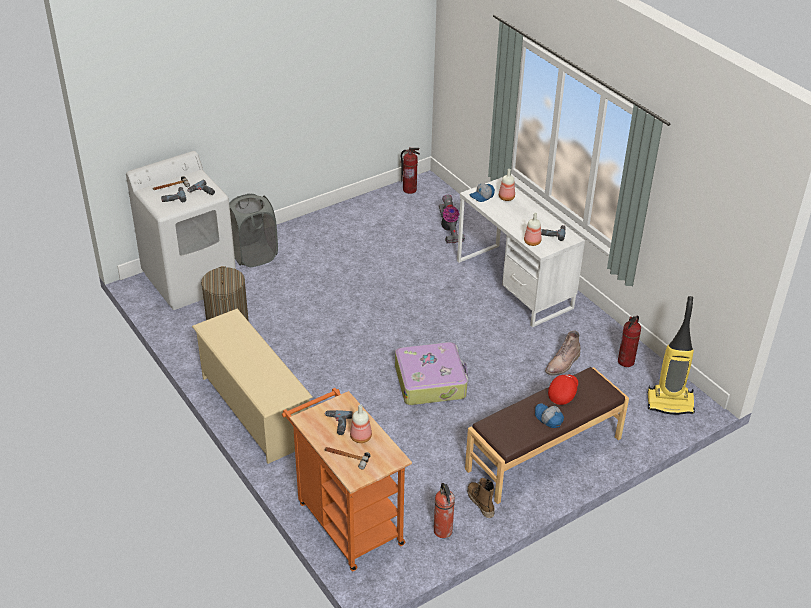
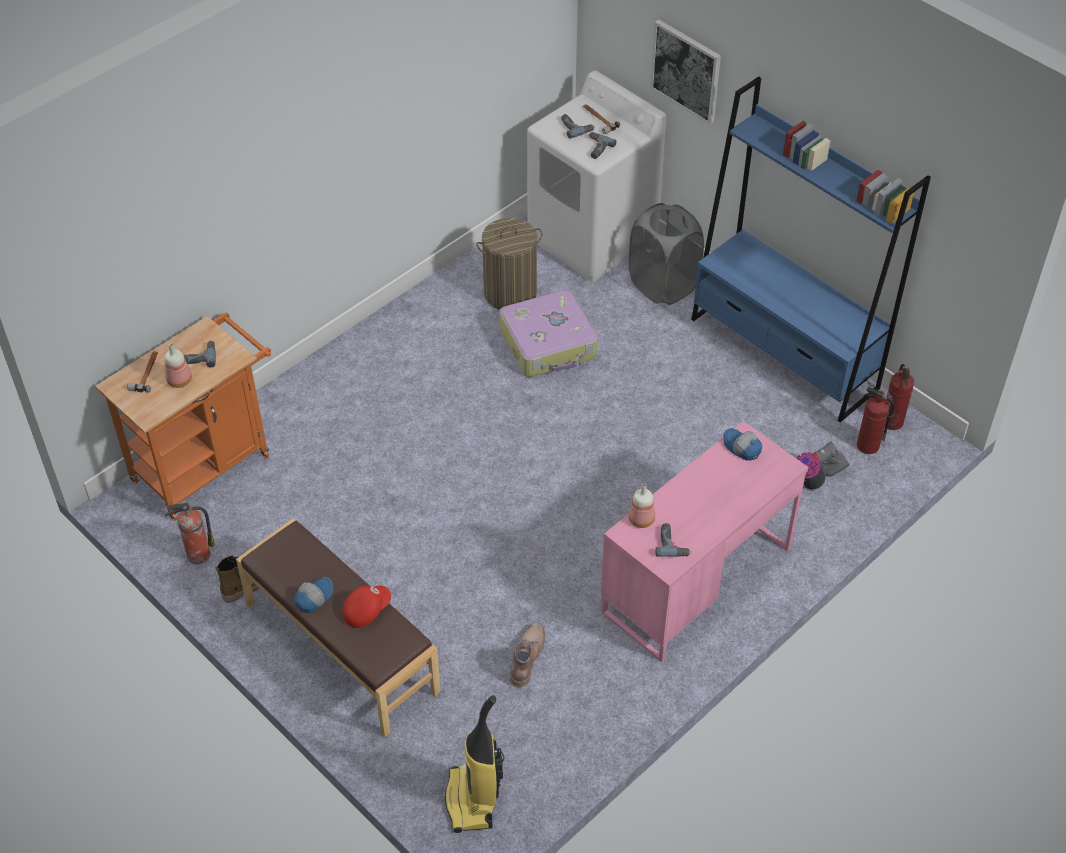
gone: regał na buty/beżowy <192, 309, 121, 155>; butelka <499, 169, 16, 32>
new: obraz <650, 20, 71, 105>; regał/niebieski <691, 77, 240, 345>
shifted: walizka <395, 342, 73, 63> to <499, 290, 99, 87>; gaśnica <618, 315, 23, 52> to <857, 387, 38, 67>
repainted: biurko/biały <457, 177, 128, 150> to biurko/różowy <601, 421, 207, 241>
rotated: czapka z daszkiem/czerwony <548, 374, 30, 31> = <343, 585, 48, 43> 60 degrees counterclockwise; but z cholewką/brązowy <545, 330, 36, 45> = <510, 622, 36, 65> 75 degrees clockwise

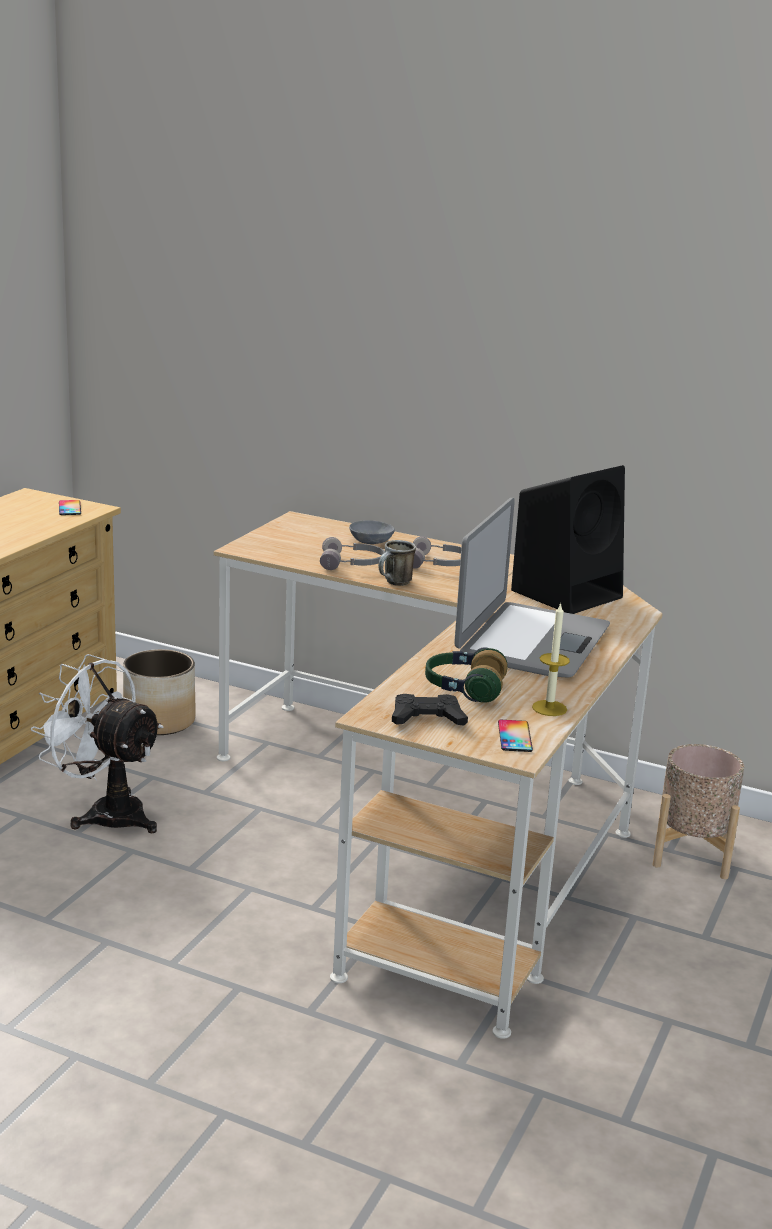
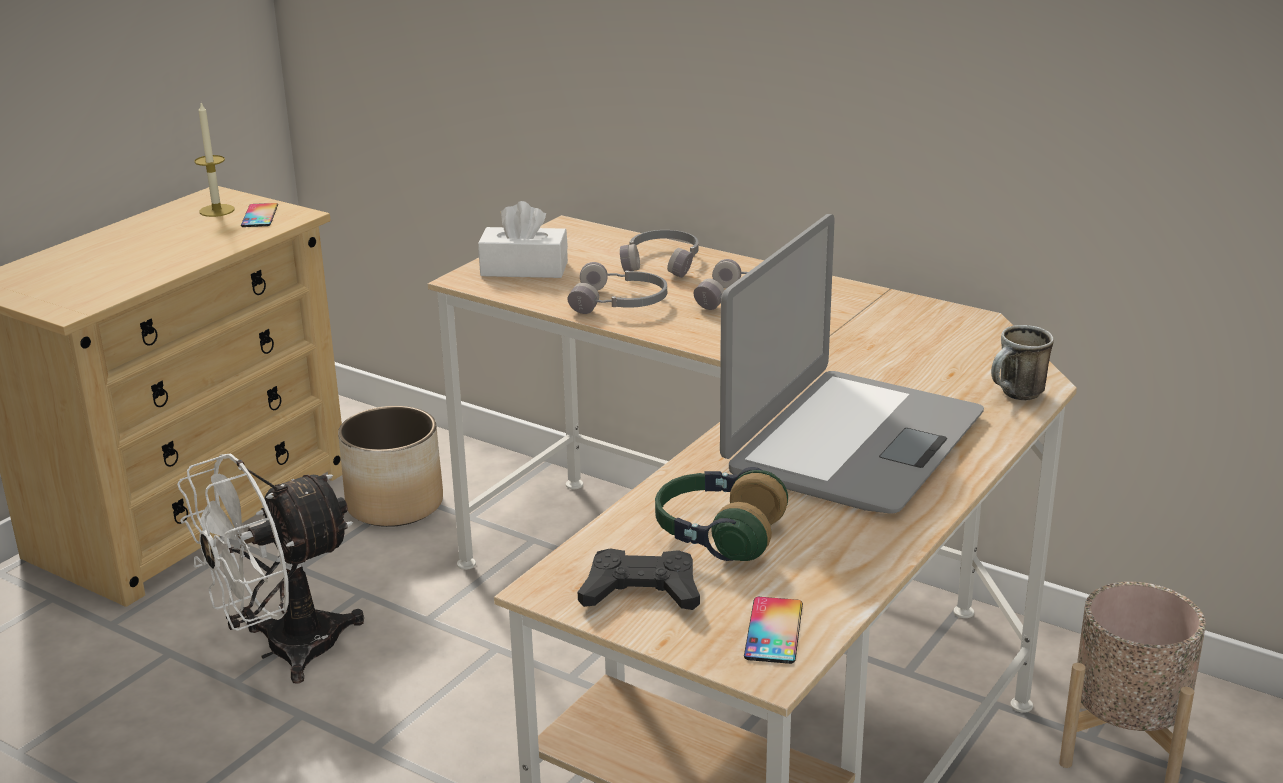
gone: głośnik/czarny <511, 465, 114, 149>
new: pudełko chusteczek/biały <478, 201, 90, 77>
shifted: świeca <532, 602, 38, 114> to <195, 103, 40, 114>; kubek <378, 540, 38, 46> to <991, 325, 63, 75>
swapped: miska/szary <349, 520, 46, 24> to słuchawki/szary <620, 230, 79, 48>
rotated: wentylator/biały <31, 654, 133, 180> = <177, 454, 187, 230> 75 degrees counterclockwise

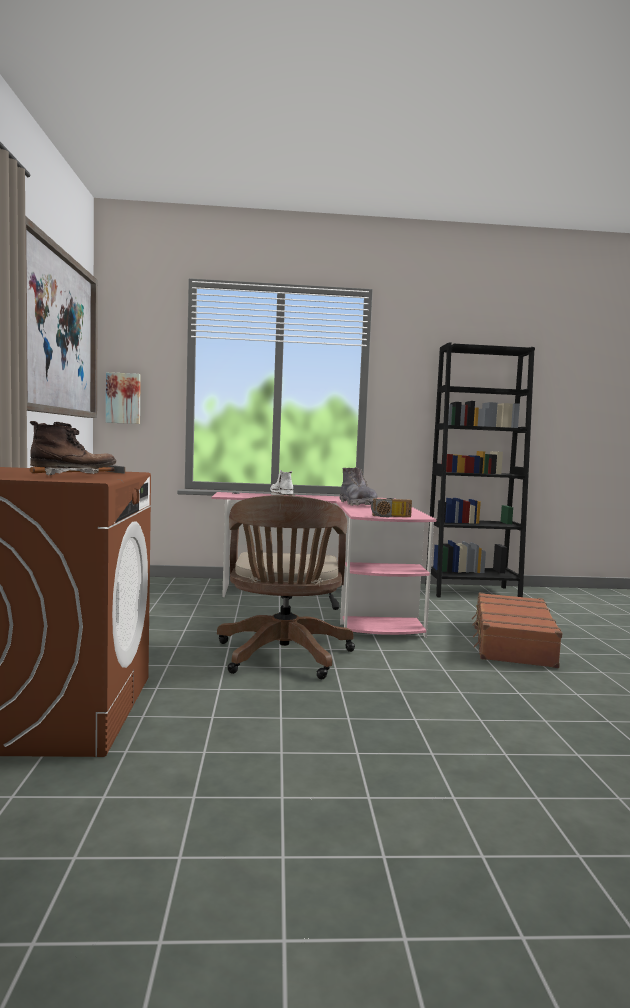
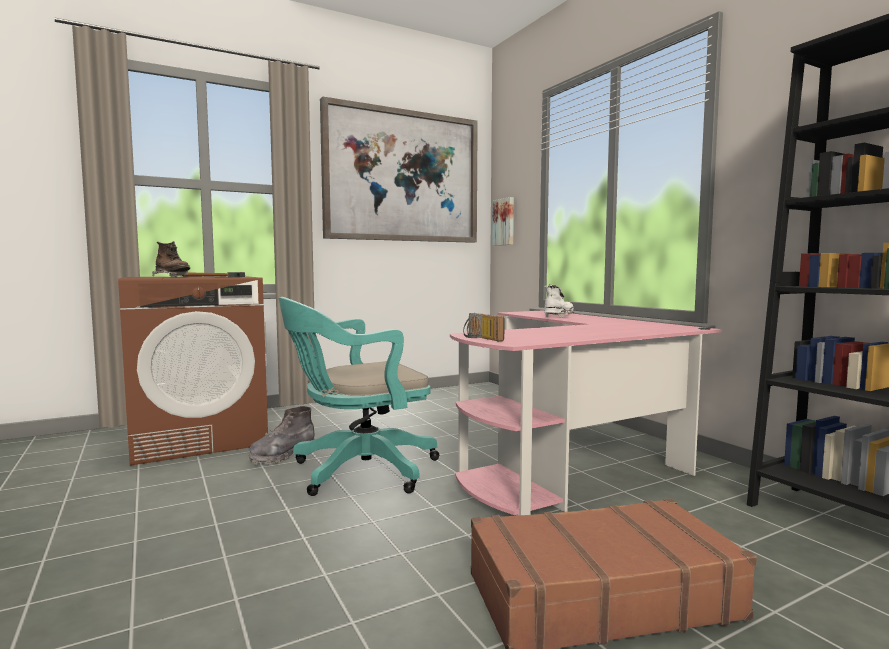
shifted: but z cholewką/szary <340, 467, 38, 39> to <248, 406, 67, 58>
repainted: krzesło biurowe/brązowy <217, 495, 138, 184> to krzesło biurowe/turkusowy <278, 297, 161, 199>

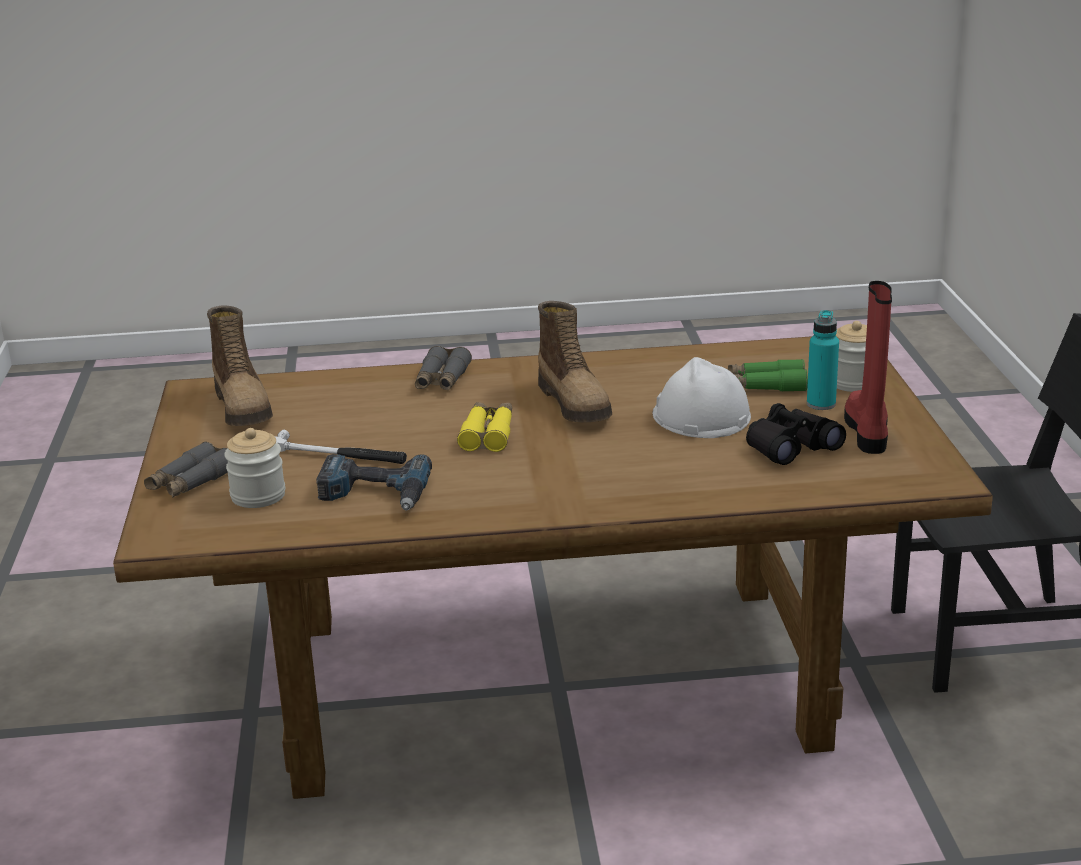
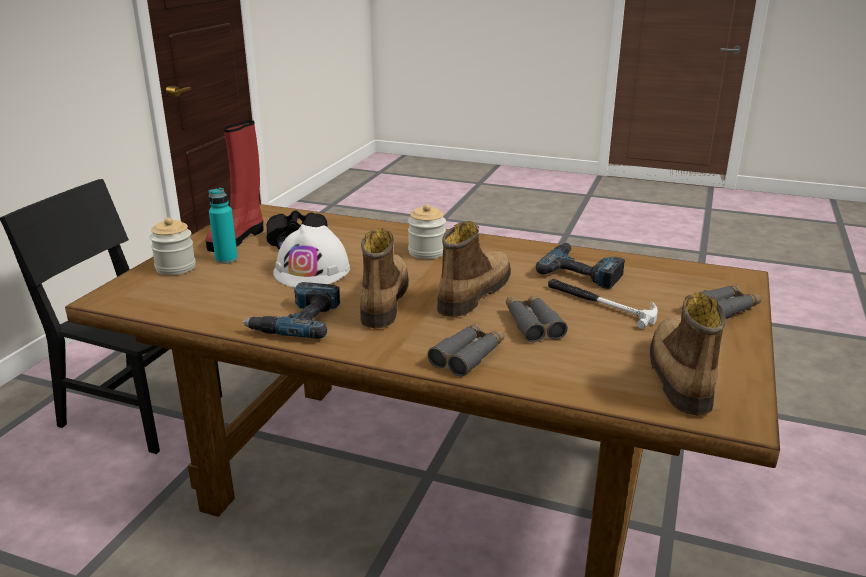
gone: lornetka/zielony <728, 359, 80, 33>
new: wiertarka <242, 282, 98, 57>; lornetka/szary <506, 294, 62, 49>
shifted: słoik <224, 428, 61, 80> to <408, 204, 38, 55>
swapped: lornetka/żółty <457, 402, 55, 50> to but z cholewką <437, 221, 74, 96>

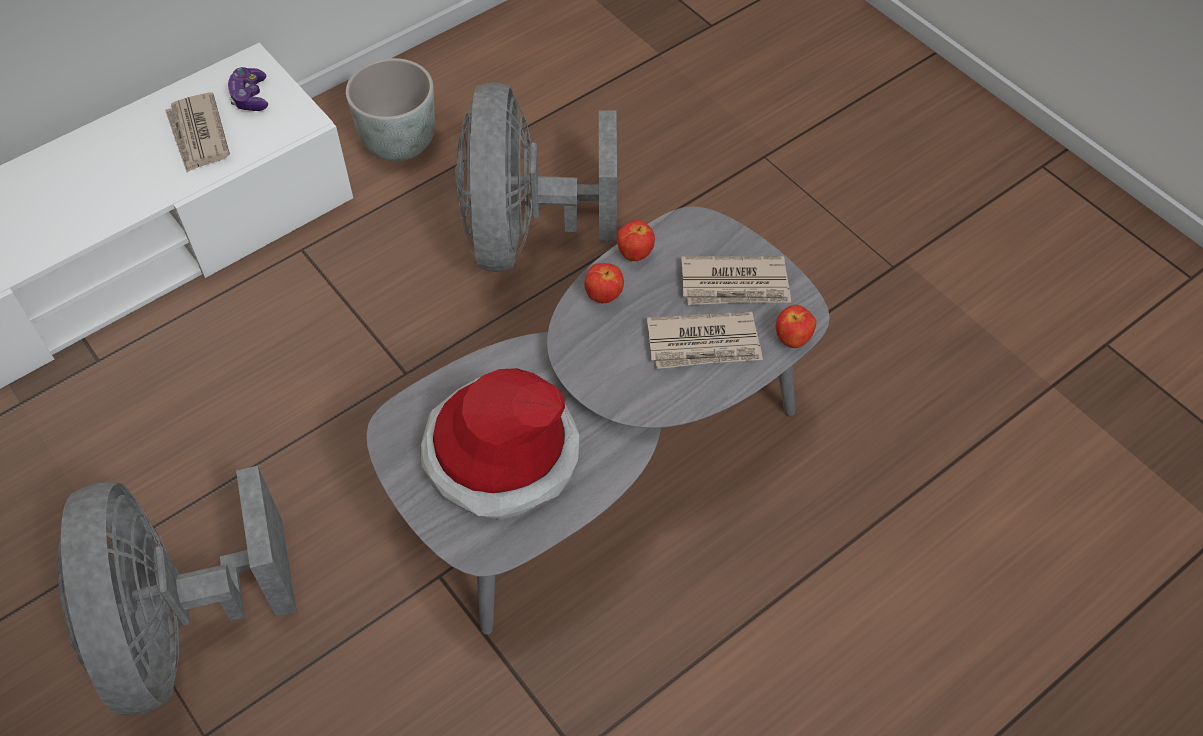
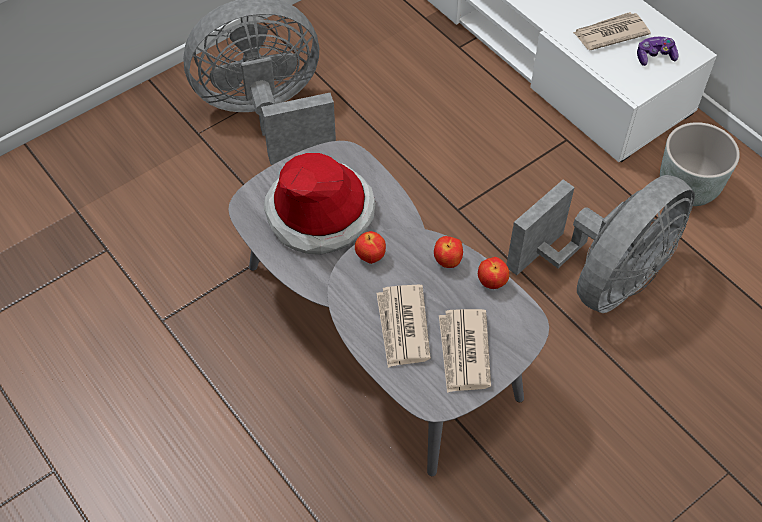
shifted: jabłko <776, 305, 40, 43> to <355, 231, 31, 33>
rotated: wentylator/szary <455, 83, 162, 189> = <506, 175, 189, 138> 135 degrees clockwise

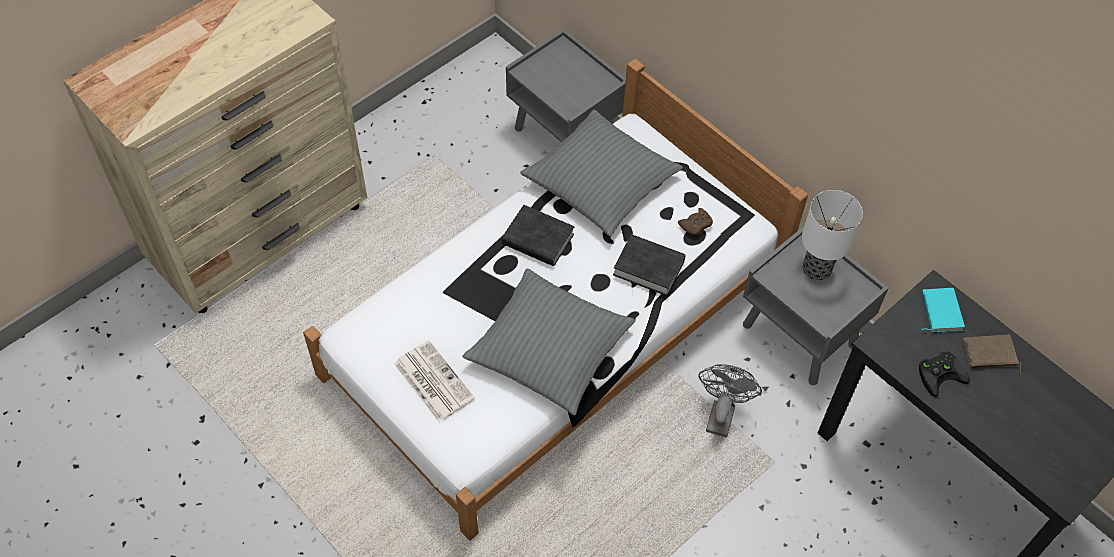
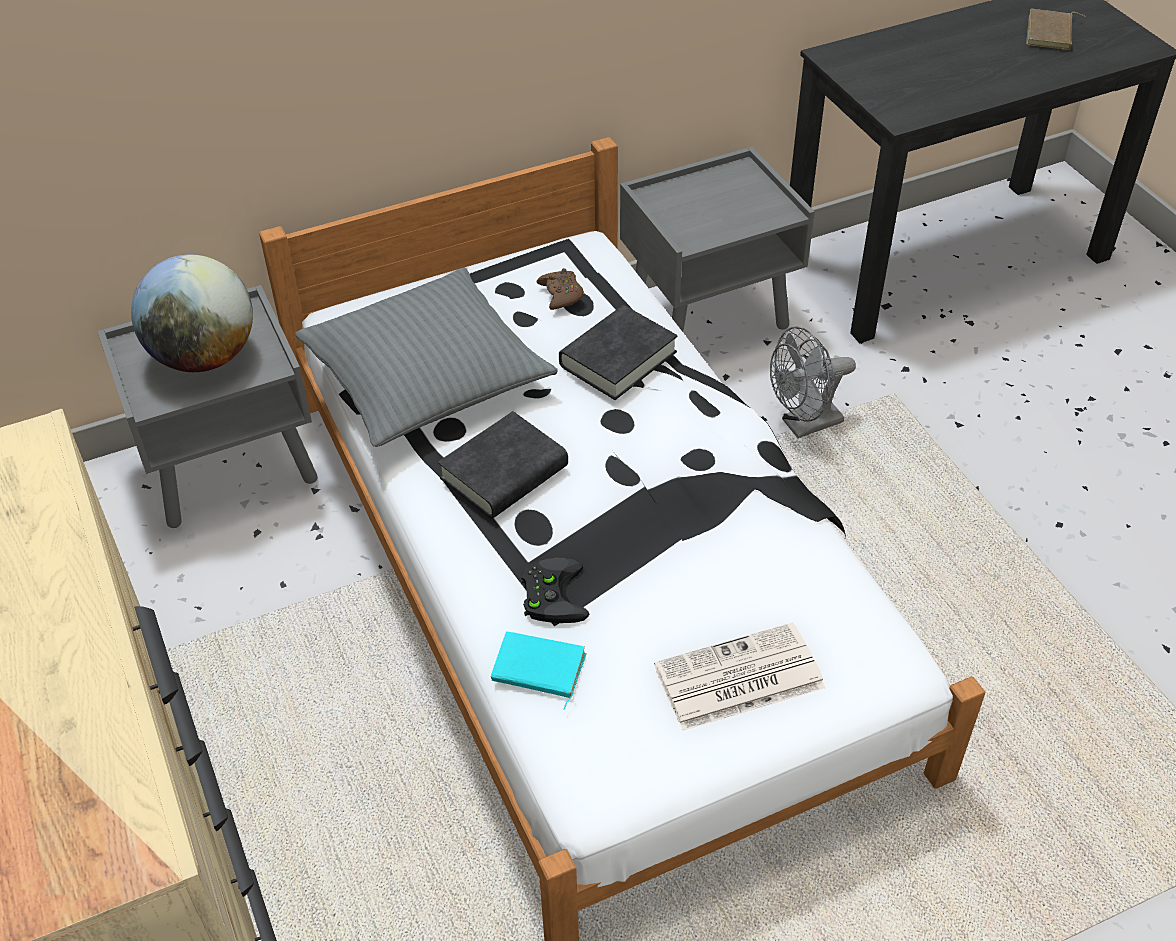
gone: poduszka/szary <463, 268, 172, 147>; lampa stołowa <802, 190, 61, 91>
new: globus <131, 255, 122, 117>
shifted: książka/turkusowy <922, 288, 43, 44> to <491, 632, 95, 78>; pad do gier/czarny <919, 351, 51, 46> to <521, 558, 68, 65>; książka/brązowy <963, 335, 58, 38> to <1026, 9, 60, 41>
rotated: wentylator/szary <698, 364, 64, 73> = <770, 327, 86, 111> 60 degrees counterclockwise

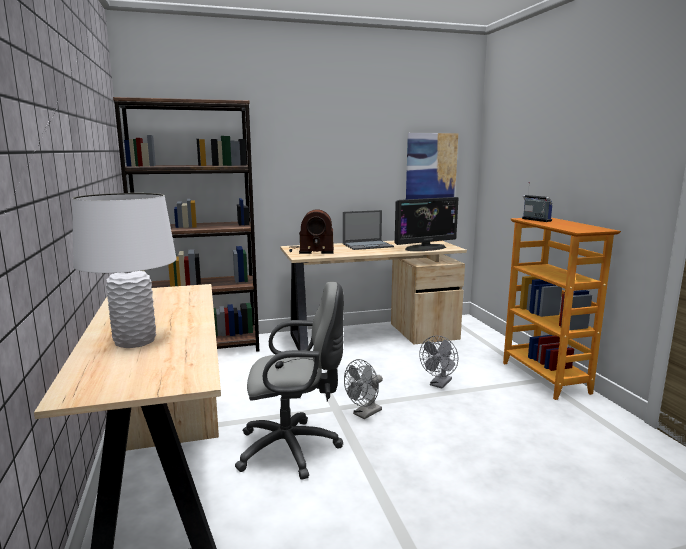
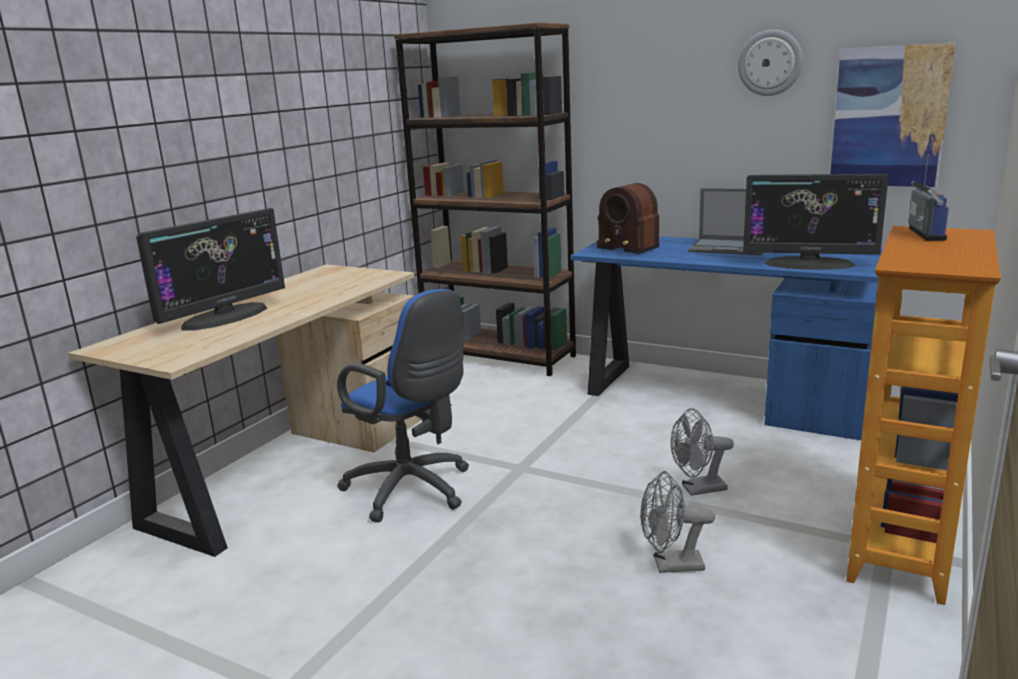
new: zegar ścienny <738, 29, 65, 67>
shifted: wentylator/szary <344, 359, 39, 60> to <641, 471, 74, 102>
swapped: lampa stołowa/biały <72, 193, 105, 155> to monitor <136, 208, 149, 123>
repainted: krzesło biurowe/szary <235, 282, 109, 198> to krzesło biurowe/niebieski <337, 289, 132, 233>; biurko/beżowy <280, 241, 187, 109> to biurko/niebieski <570, 236, 313, 204>

